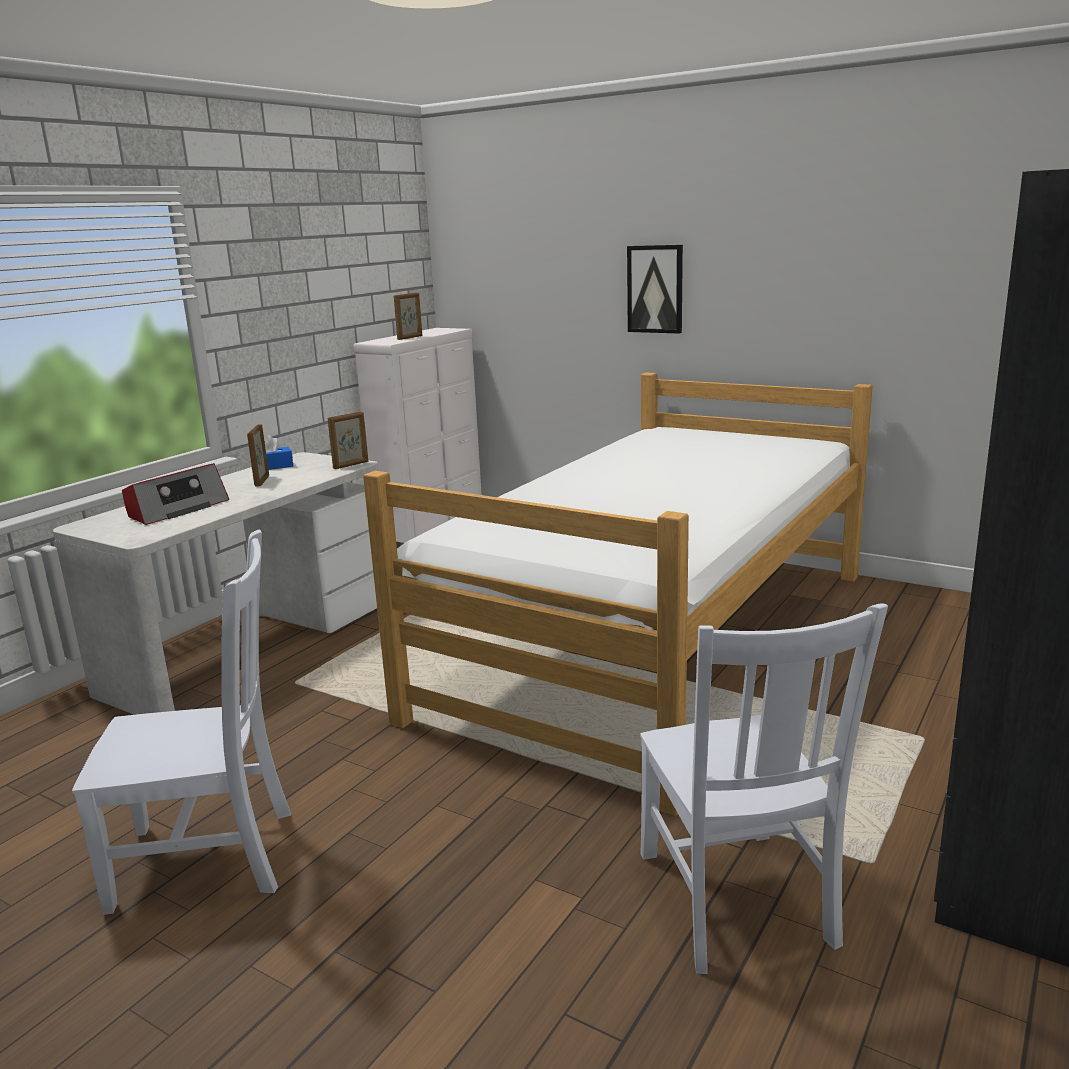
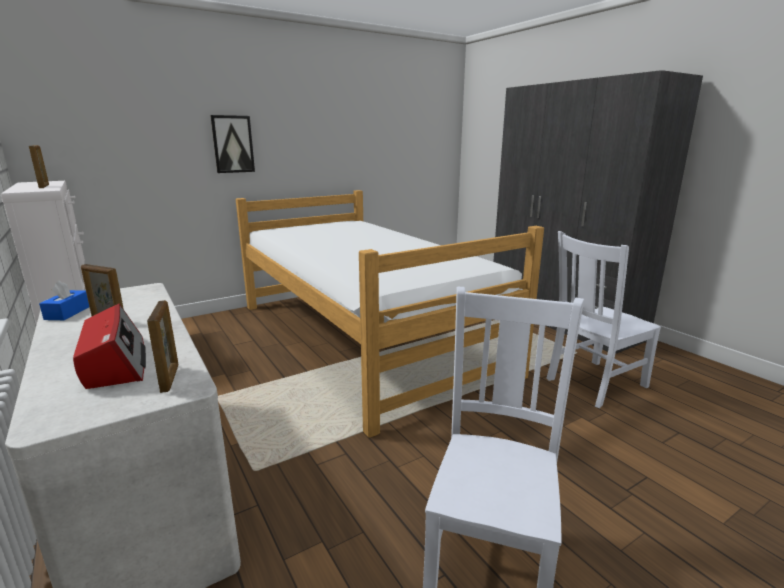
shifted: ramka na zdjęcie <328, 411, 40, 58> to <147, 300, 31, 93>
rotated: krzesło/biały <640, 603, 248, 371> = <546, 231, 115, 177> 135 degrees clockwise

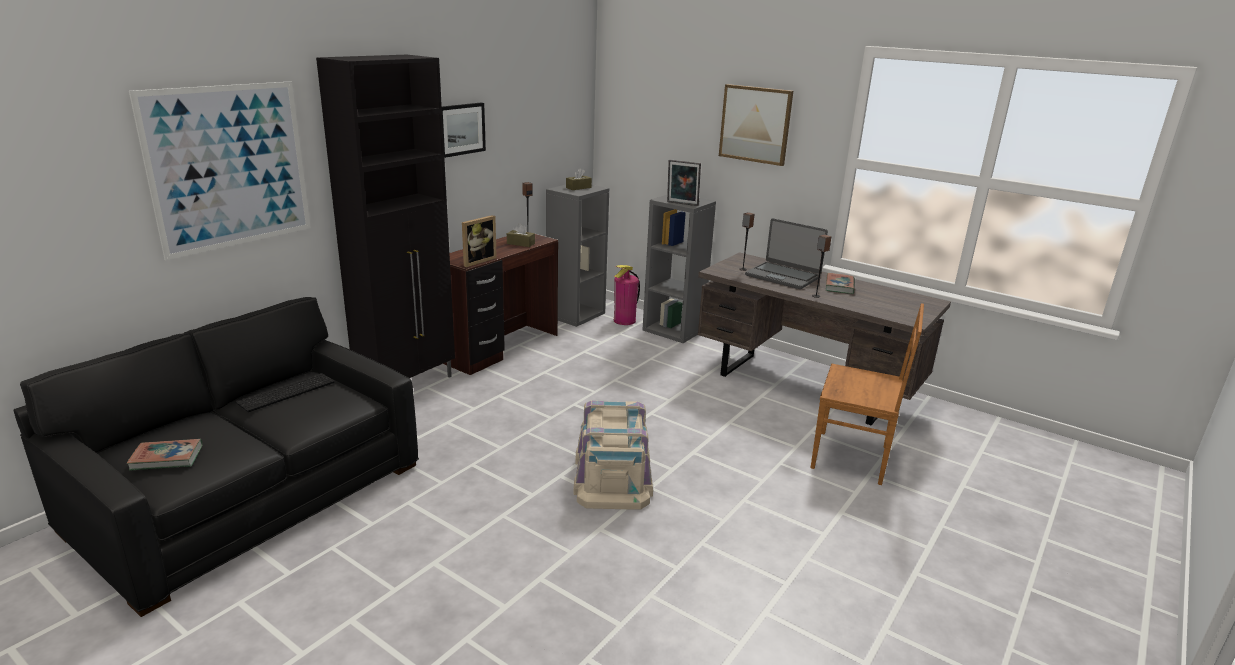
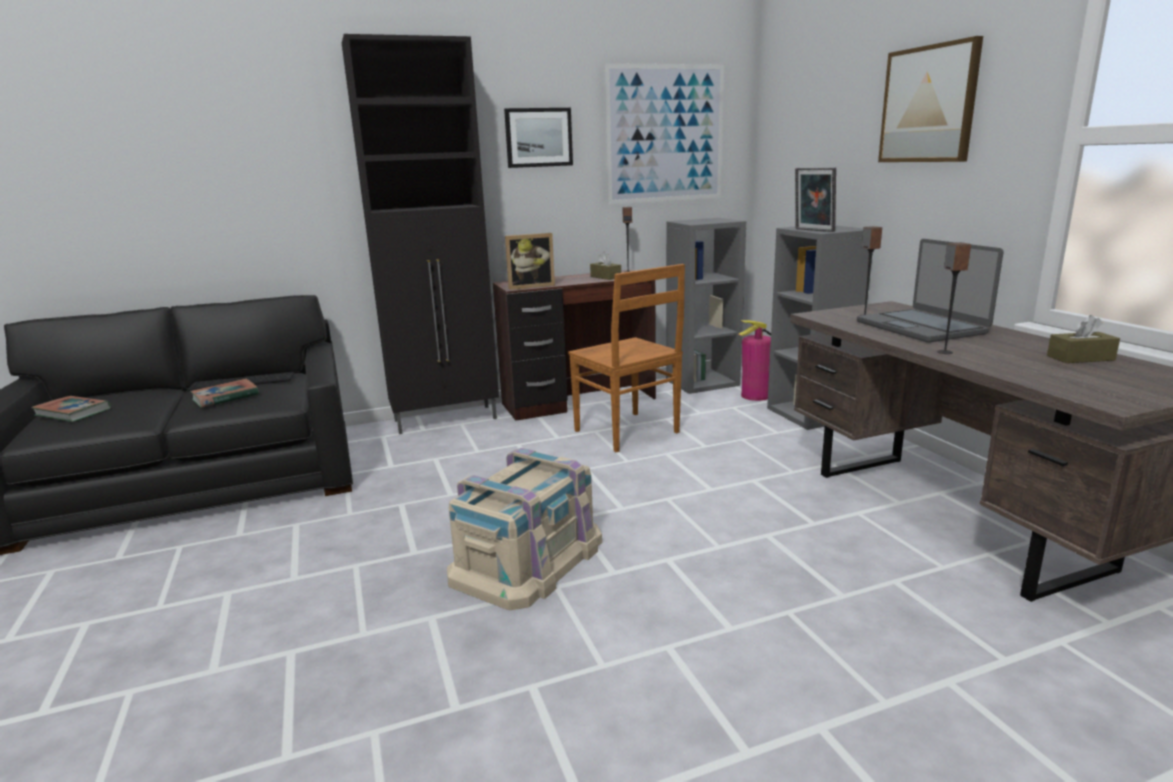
shifted: książka <826, 273, 29, 21> to <190, 379, 69, 29>; krzesło/brązowy <811, 303, 113, 182> to <568, 264, 117, 188>; obraz <129, 81, 182, 179> to <604, 63, 120, 141>; pudełko chusteczek/brązowy <566, 168, 26, 22> to <1047, 315, 73, 48>

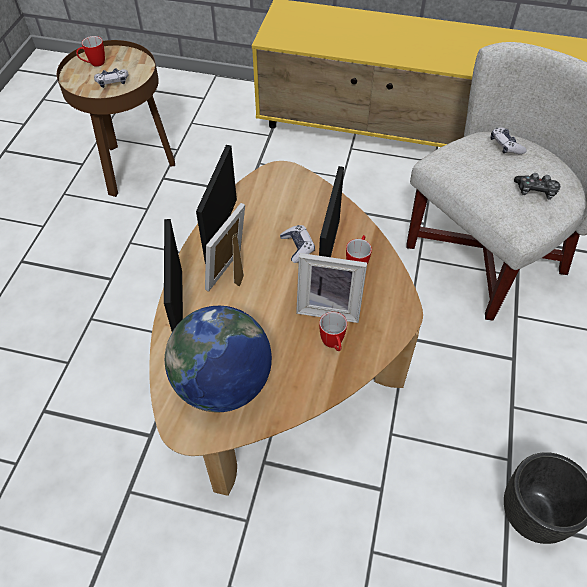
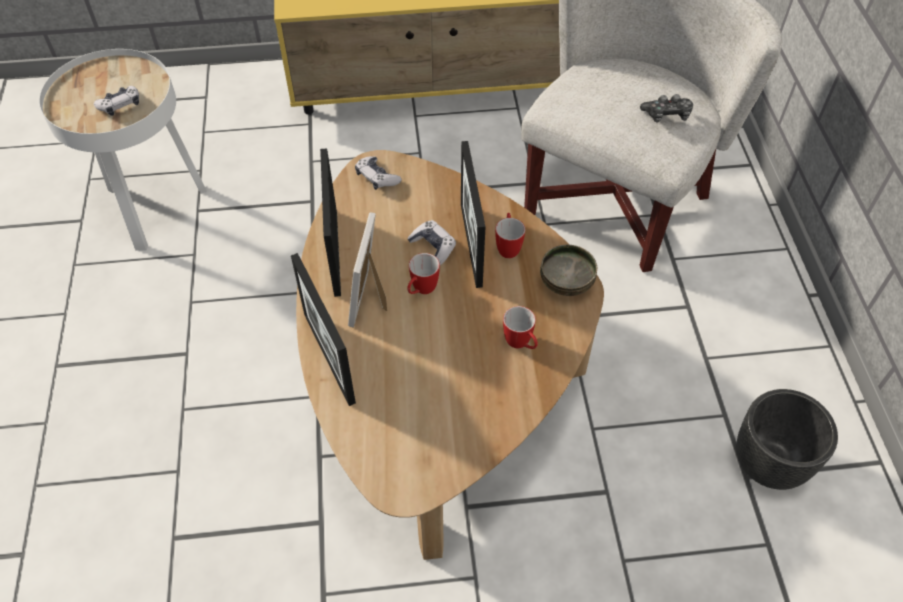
gone: globus <165, 306, 107, 106>; ramka na zdjęcie <296, 253, 71, 70>
new: miska <540, 245, 57, 51>
shifted: pad do gier <491, 128, 35, 26> to <355, 156, 47, 34>; kubek <76, 36, 29, 31> to <407, 253, 33, 41>
repainted: stolik/brązowy <57, 40, 118, 157> to stolik/biały <39, 49, 168, 201>

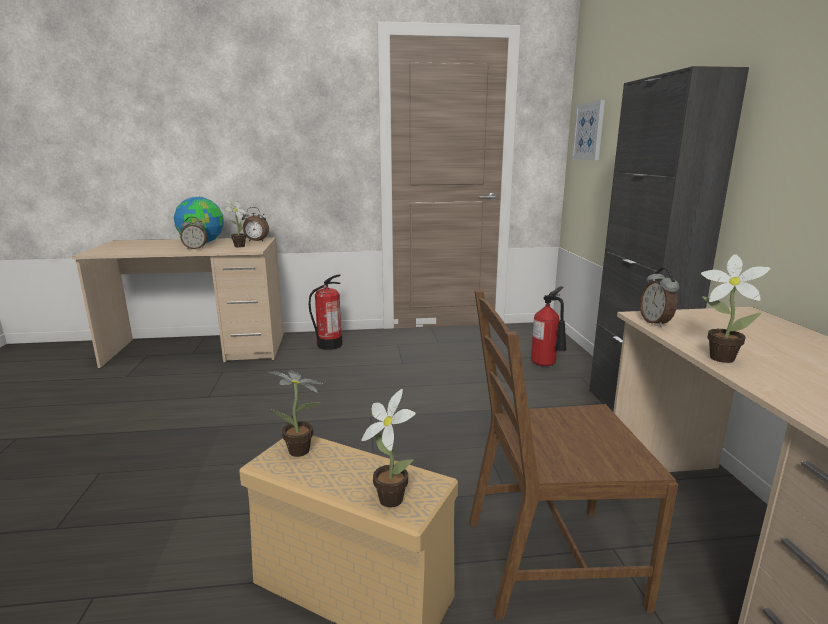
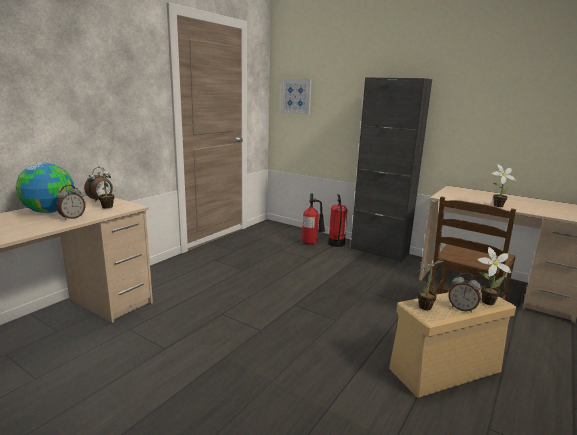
shifted: gaśnica <309, 274, 33, 76> to <328, 194, 19, 53>; budzik <640, 268, 39, 59> to <449, 273, 32, 40>

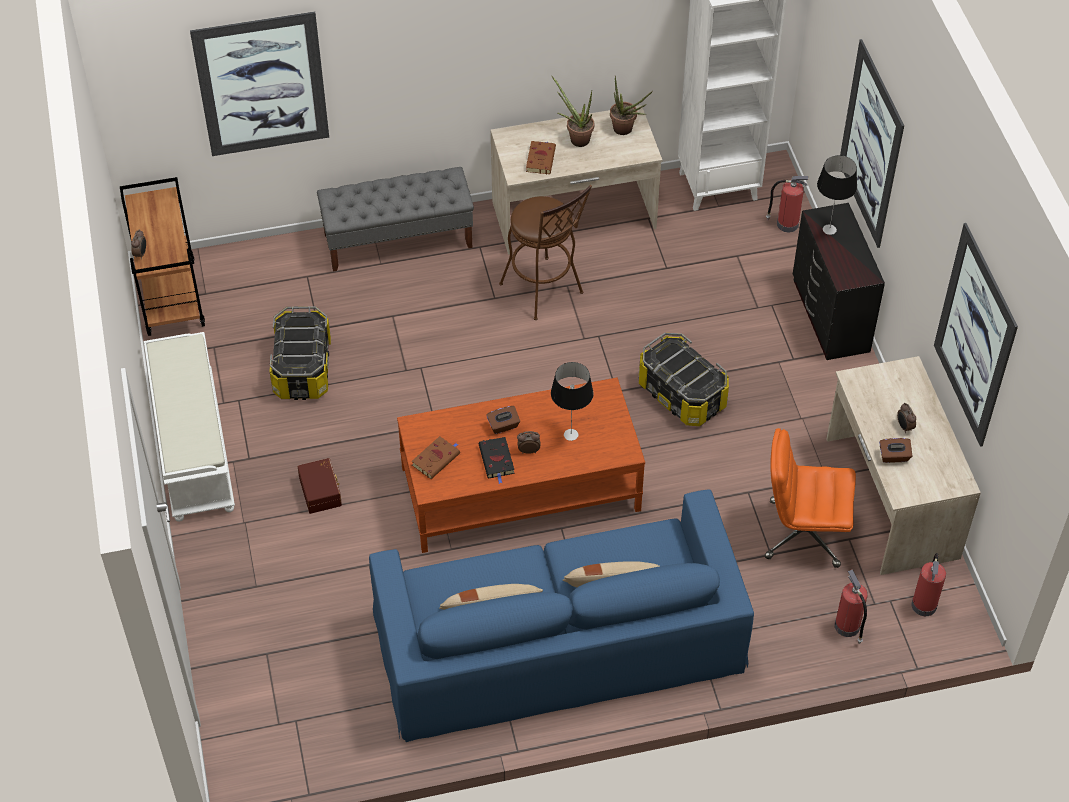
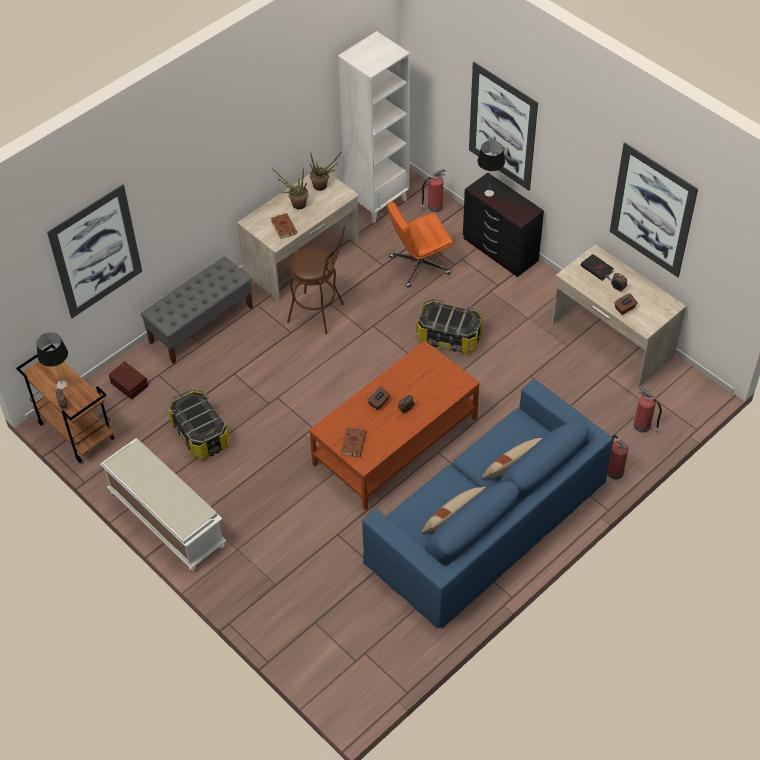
shifted: lampa stołowa <551, 362, 43, 79> to <37, 332, 31, 57>; pojemnik do przechowywania/brązowy <297, 458, 45, 56> to <109, 361, 39, 38>; krzesło biurowe/pomarańczowy <765, 428, 91, 140> to <387, 202, 66, 86>; książka/czarny <479, 437, 35, 47> to <580, 254, 34, 26>; gaśnica <911, 553, 35, 63> to <607, 435, 21, 44>

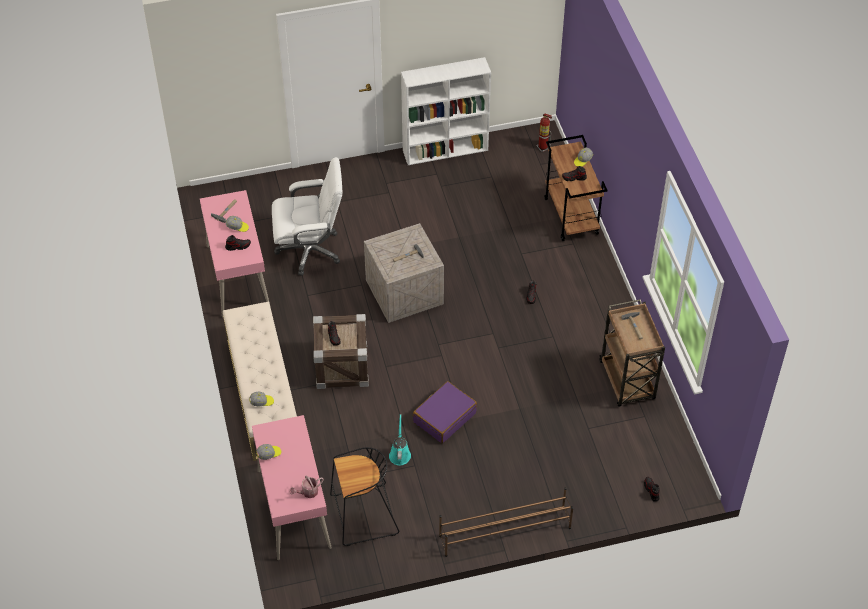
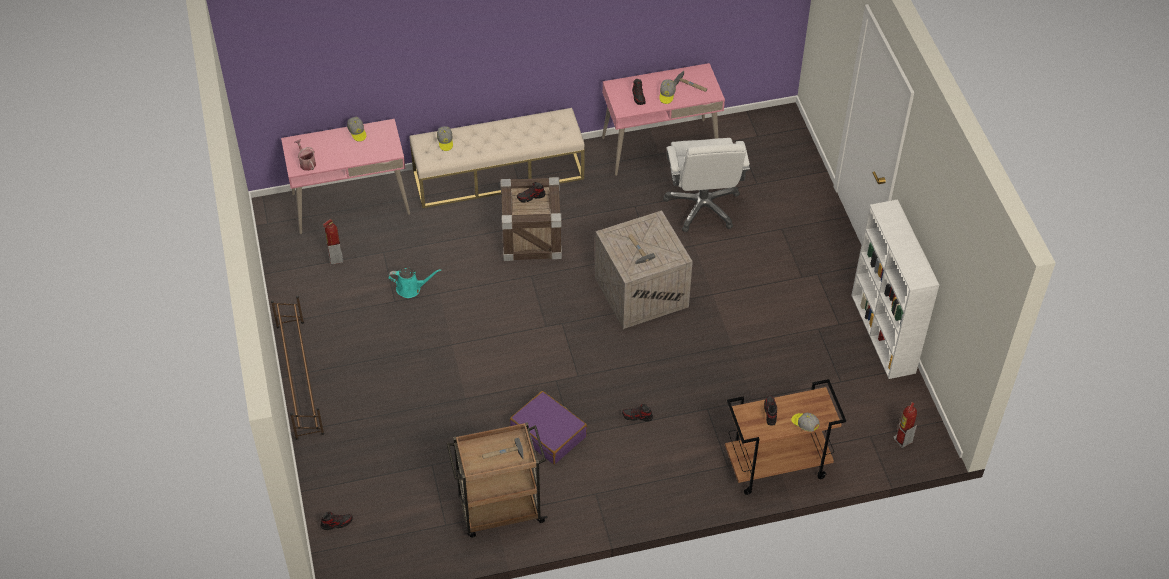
shifted: walizka/fioletowy <413, 381, 64, 63> to <510, 391, 77, 73>
swapped: stołek/czarny <330, 447, 70, 99> to gaśnica <323, 219, 20, 46>

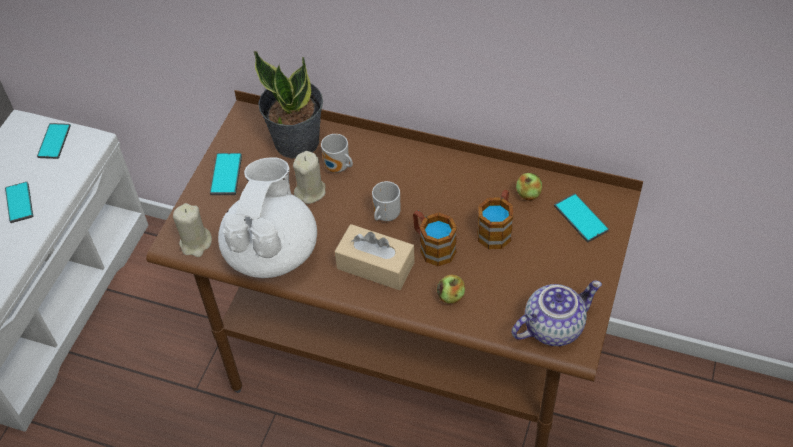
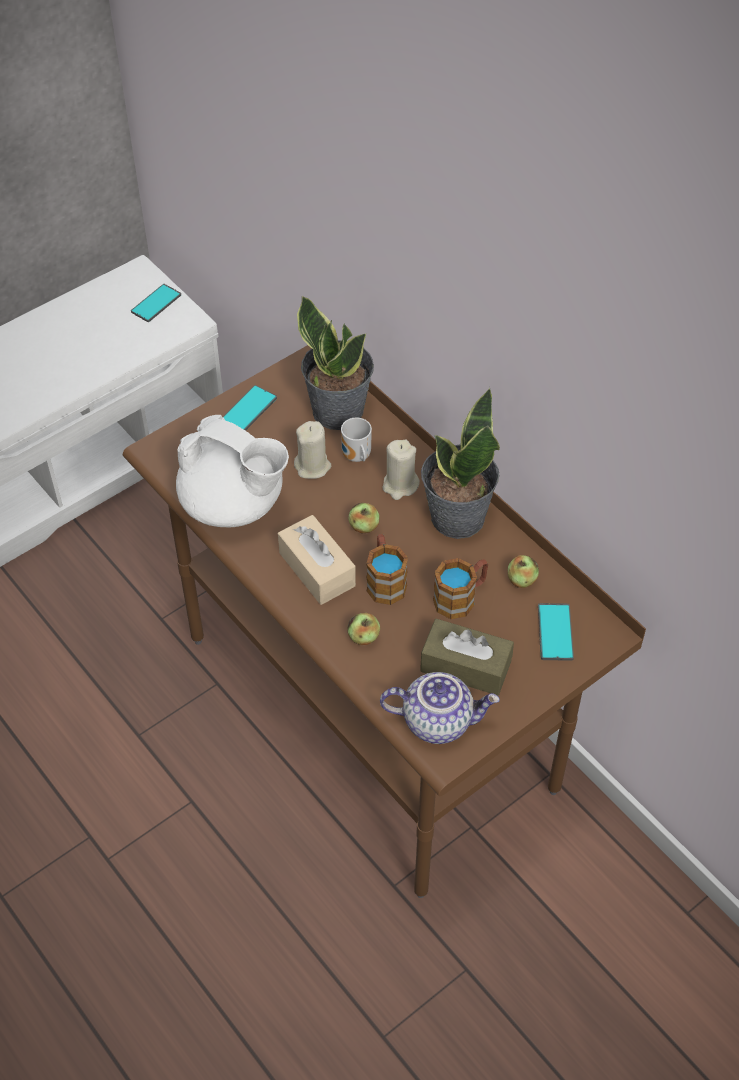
gone: telefon <5, 182, 28, 41>
new: pudełko chusteczek/brązowy <420, 619, 94, 77>; roślina doniczkowa <421, 387, 79, 152>
shifted: świeca/beżowy <173, 203, 39, 54> to <383, 440, 37, 60>
swapped: kubek <372, 181, 29, 40> to jabłko <349, 503, 30, 30>
rotated: imbryk/biały <218, 157, 99, 121> = <176, 415, 113, 112> 75 degrees clockwise

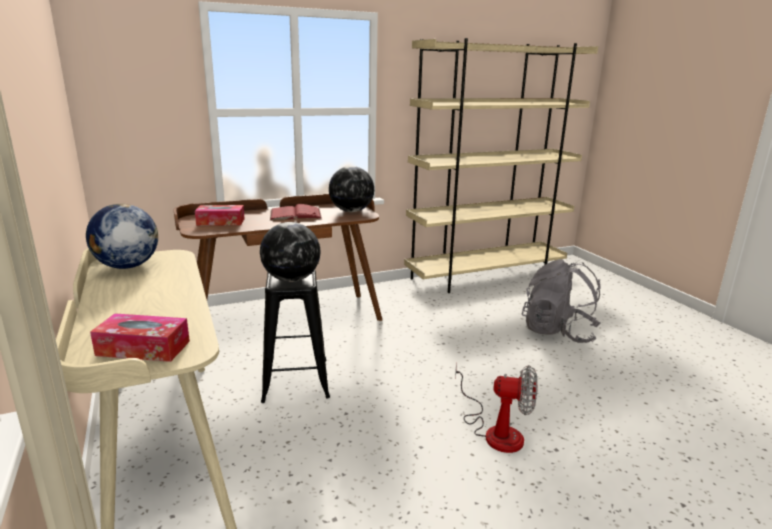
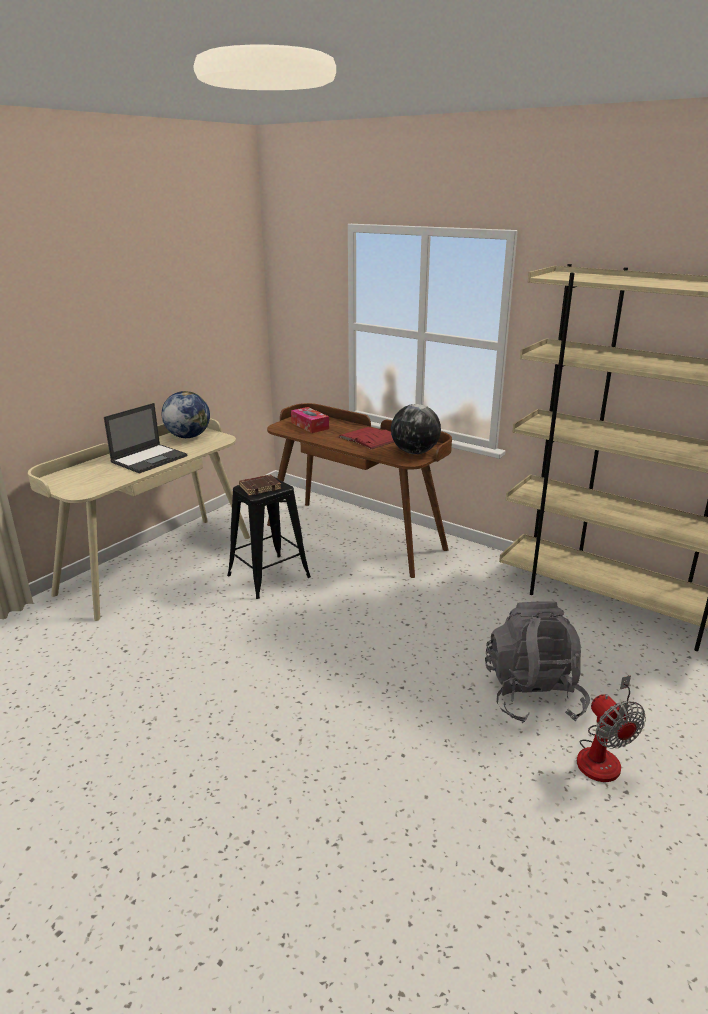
gone: pudełko chusteczek <90, 313, 100, 49>
new: laptop <104, 403, 83, 71>
shifted: wentylator <455, 363, 82, 90> to <577, 675, 69, 107>
swapped: globus <260, 222, 61, 60> to książka/brązowy <239, 475, 42, 21>

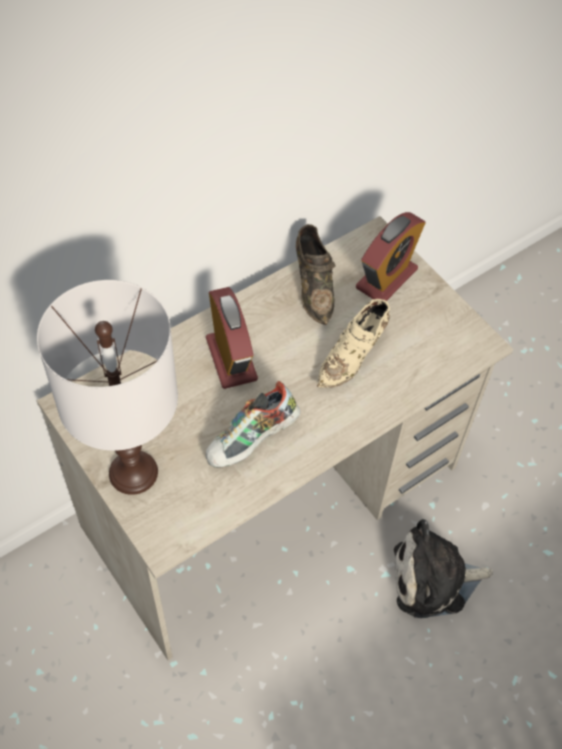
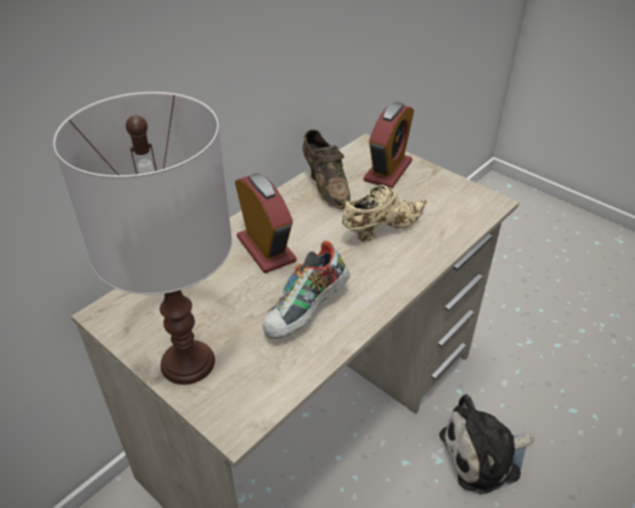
rotated: but/beżowy <317, 299, 73, 89> = <342, 185, 85, 57> 150 degrees counterclockwise

